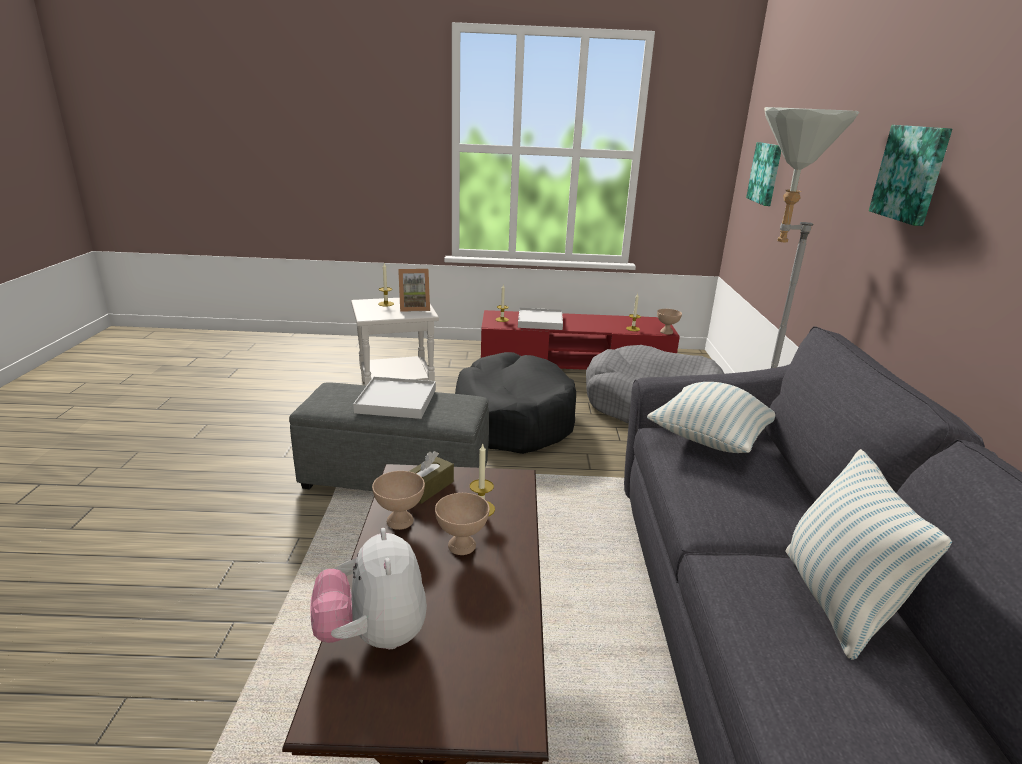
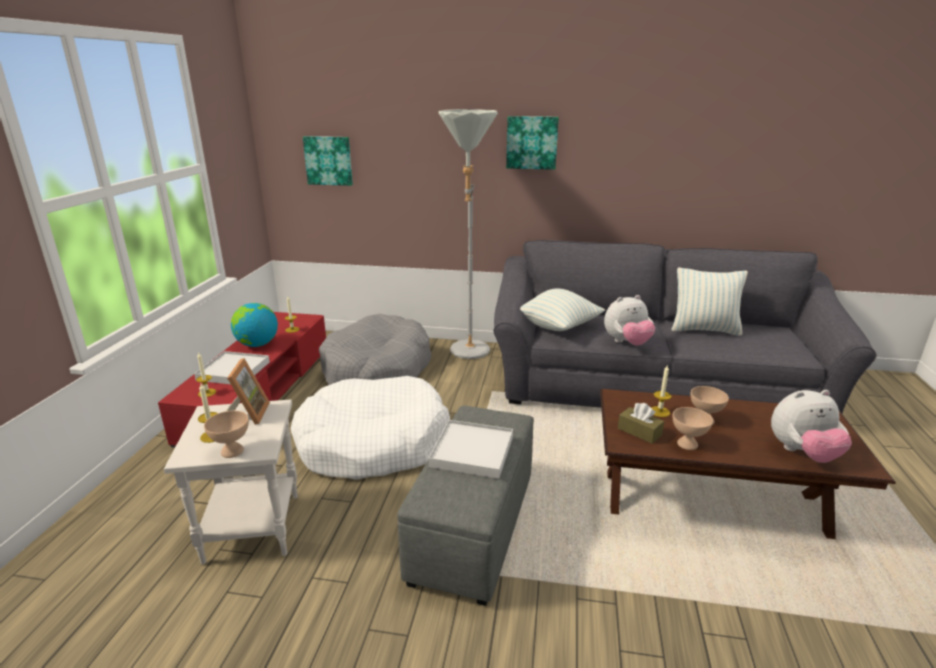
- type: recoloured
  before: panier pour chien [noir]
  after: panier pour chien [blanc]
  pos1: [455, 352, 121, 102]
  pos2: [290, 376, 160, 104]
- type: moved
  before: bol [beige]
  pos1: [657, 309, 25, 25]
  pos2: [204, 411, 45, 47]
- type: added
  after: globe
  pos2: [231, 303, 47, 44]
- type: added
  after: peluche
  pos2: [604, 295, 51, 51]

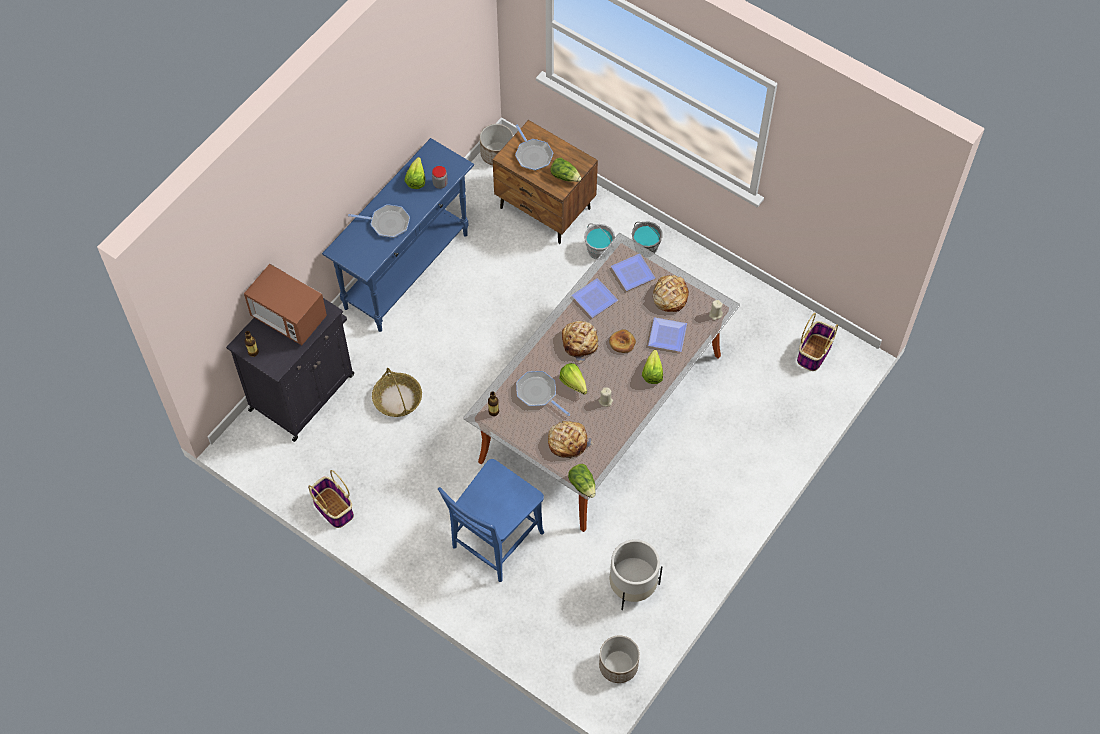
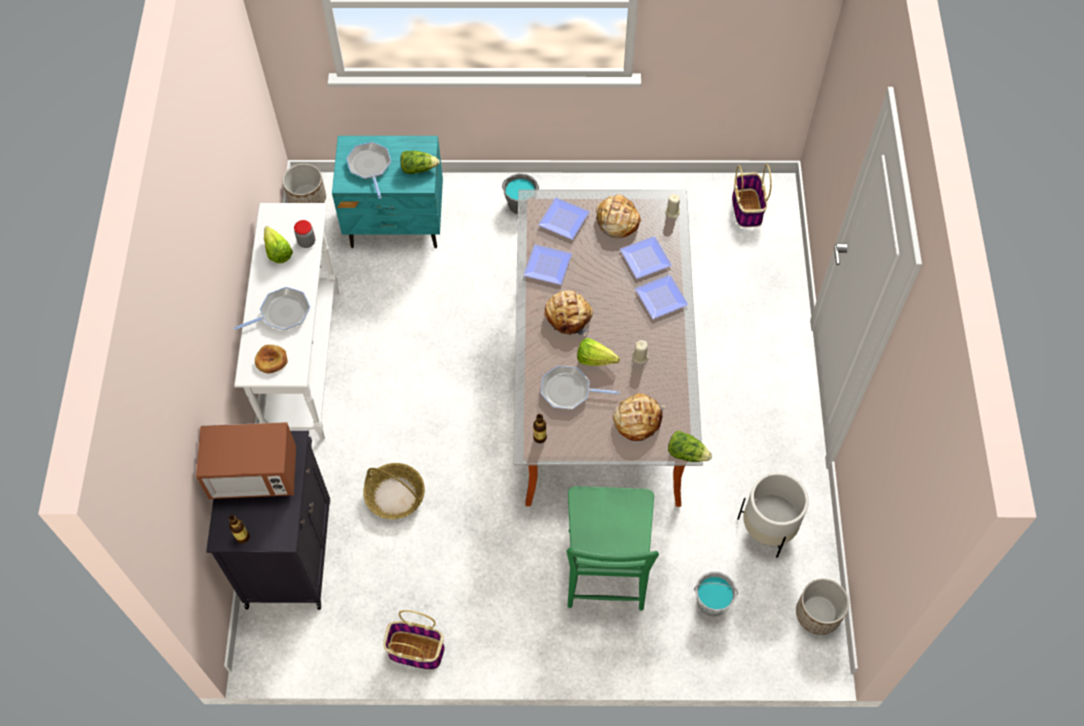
- type: recoloured
  before: table console [bleu]
  after: table console [blanc]
  pos1: [322, 138, 152, 194]
  pos2: [234, 203, 105, 237]
- type: recoloured
  before: chaise [bleu]
  after: chaise [vert]
  pos1: [438, 459, 106, 123]
  pos2: [567, 486, 92, 125]
- type: recoloured
  before: table de chevet [marron]
  after: table de chevet [turquoise]
  pos1: [493, 120, 105, 124]
  pos2: [332, 136, 111, 112]
- type: turned
  before: poêle
  pos1: [515, 125, 38, 46]
  pos2: [346, 142, 45, 57]
  turn: -135
- type: moved
  before: seau [gris]
  pos1: [584, 224, 31, 35]
  pos2: [694, 572, 44, 45]
- type: moved
  before: pain
  pos1: [609, 330, 27, 23]
  pos2: [255, 345, 32, 28]
- type: replaced
  before: laitue
  after: assiette
  pos1: [642, 350, 21, 34]
  pos2: [635, 274, 53, 45]

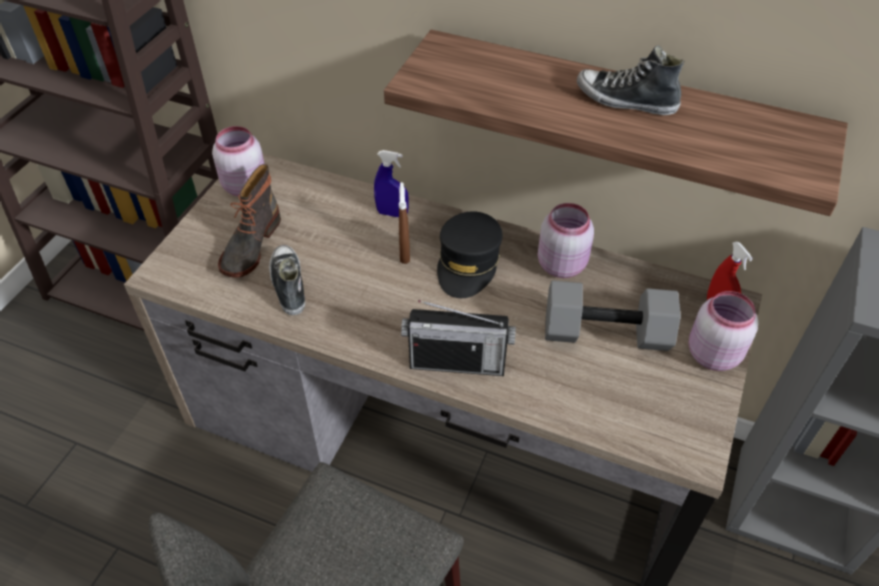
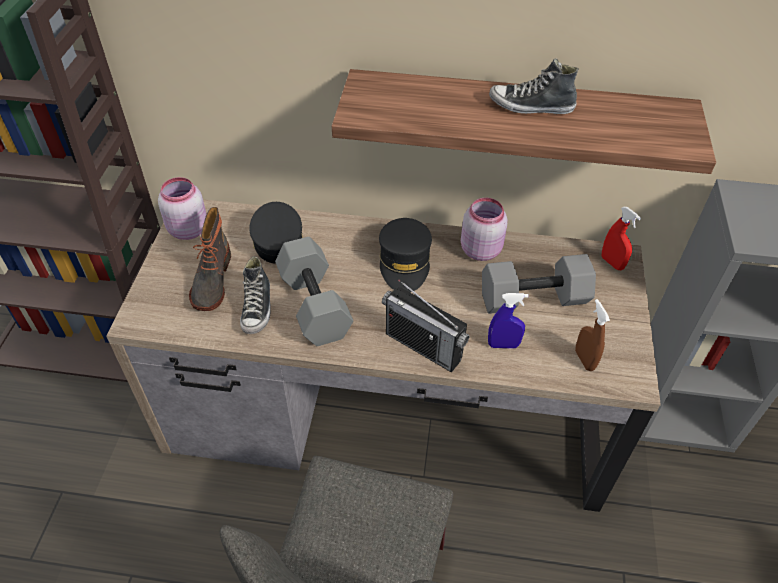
- type: turned
  before: chaussure
  pos1: [269, 245, 36, 70]
  pos2: [240, 256, 31, 78]
  turn: -150
- type: moved
  before: vaporisateur [bleu]
  pos1: [374, 150, 35, 68]
  pos2: [488, 293, 41, 56]
- type: moved
  before: vaporisateur [marron]
  pos1: [399, 182, 11, 82]
  pos2: [575, 299, 35, 72]
- type: turned
  before: radio
  pos1: [401, 300, 115, 76]
  pos2: [382, 280, 87, 92]
  turn: 45
- type: removed
  before: bocal [rose]
  pos1: [689, 291, 69, 80]
- type: added
  after: casquette [noir]
  pos2: [249, 202, 54, 62]
- type: added
  after: haltère [gris]
  pos2: [275, 237, 78, 109]

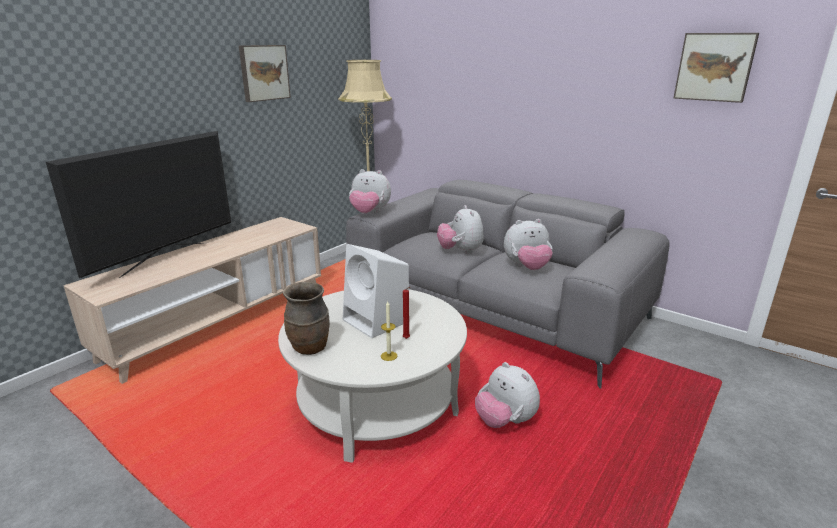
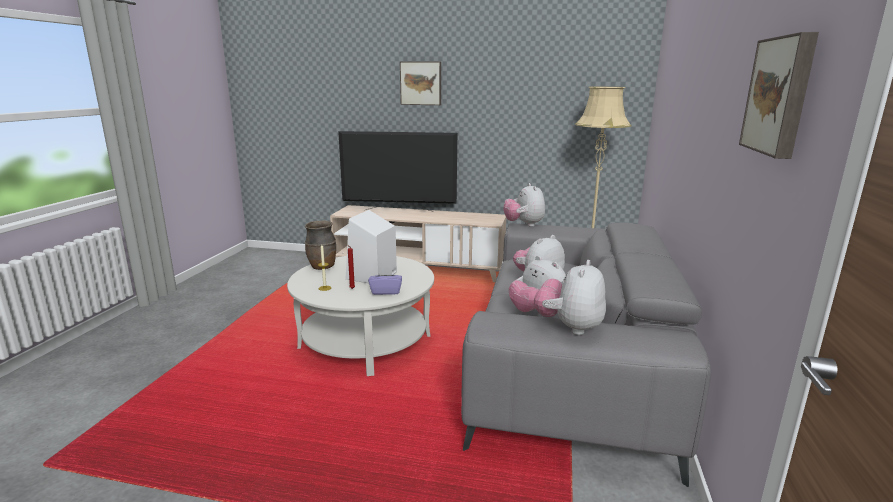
- type: moved
  before: tableau
  pos1: [239, 45, 52, 57]
  pos2: [400, 62, 41, 43]
- type: moved
  before: peluche
  pos1: [475, 362, 65, 66]
  pos2: [534, 260, 72, 75]
- type: added
  after: boîte à mouchoirs [violet]
  pos2: [368, 267, 34, 28]

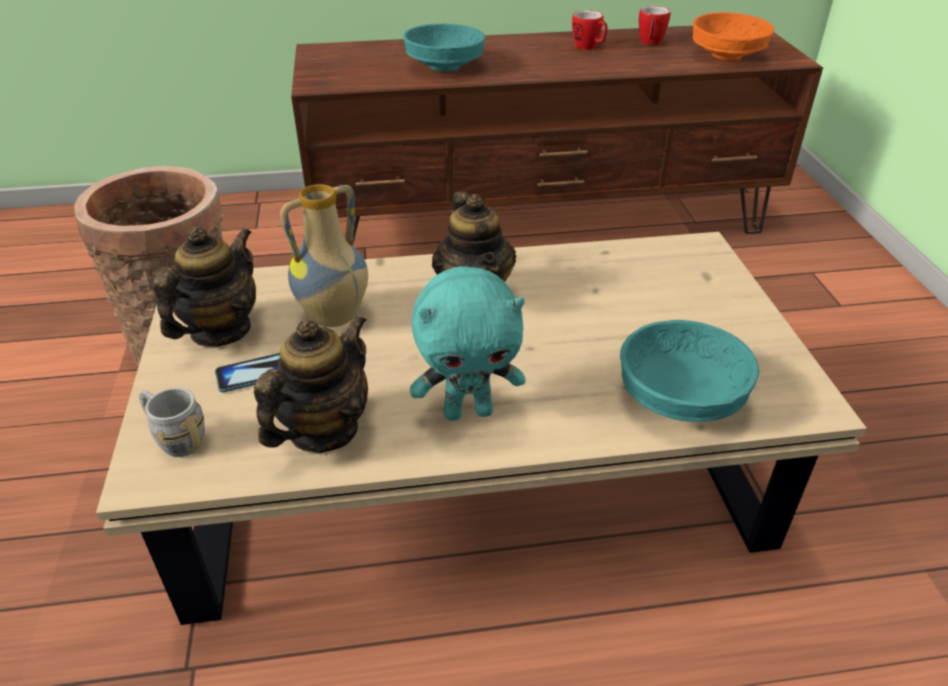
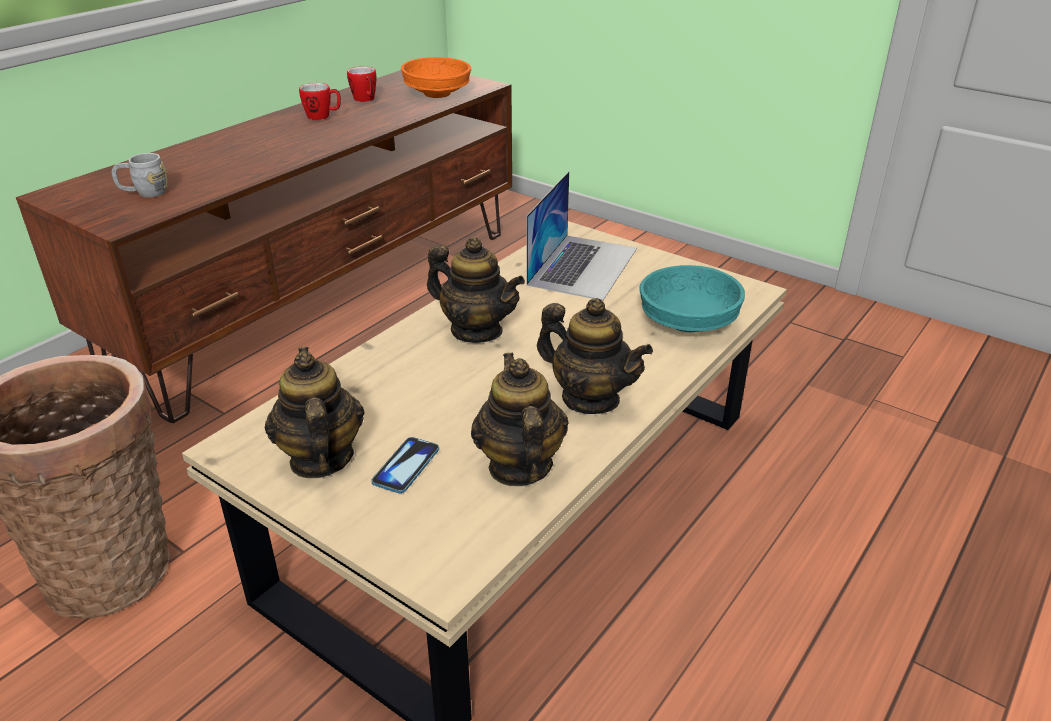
- type: moved
  before: mug [gris]
  pos1: [139, 387, 66, 70]
  pos2: [112, 153, 56, 45]
- type: removed
  before: vase
  pos1: [280, 184, 88, 143]
- type: removed
  before: bol [turquoise]
  pos1: [403, 23, 82, 49]
- type: replaced
  before: peluche [turquoise]
  after: théière
  pos1: [410, 266, 116, 155]
  pos2: [537, 298, 116, 116]
- type: added
  after: ordinateur portable
  pos2: [526, 171, 111, 130]

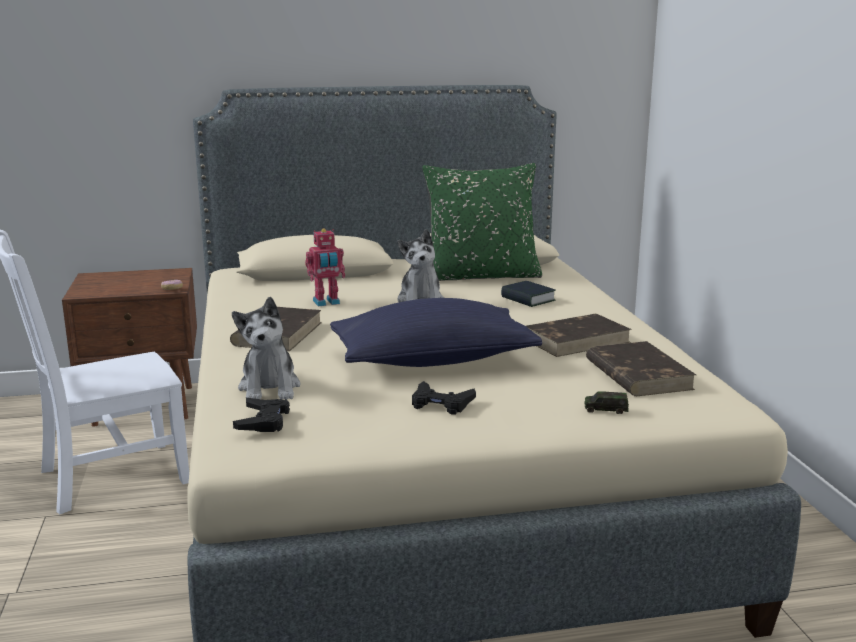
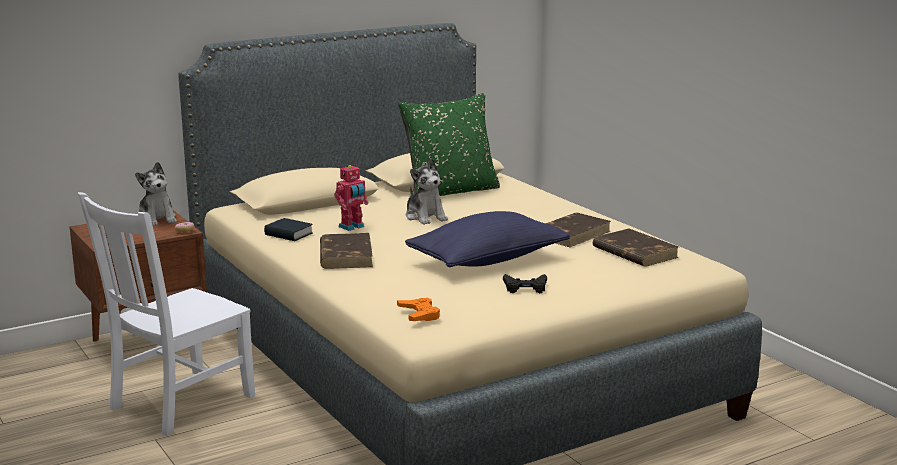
- type: moved
  before: peluche
  pos1: [232, 297, 69, 103]
  pos2: [135, 162, 42, 64]
- type: recoloured
  before: manette [noir]
  after: manette [orange]
  pos1: [233, 398, 57, 34]
  pos2: [397, 298, 43, 23]
- type: moved
  before: livre
  pos1: [501, 281, 55, 26]
  pos2: [264, 218, 49, 23]
- type: removed
  before: petite voiture
  pos1: [584, 391, 45, 23]

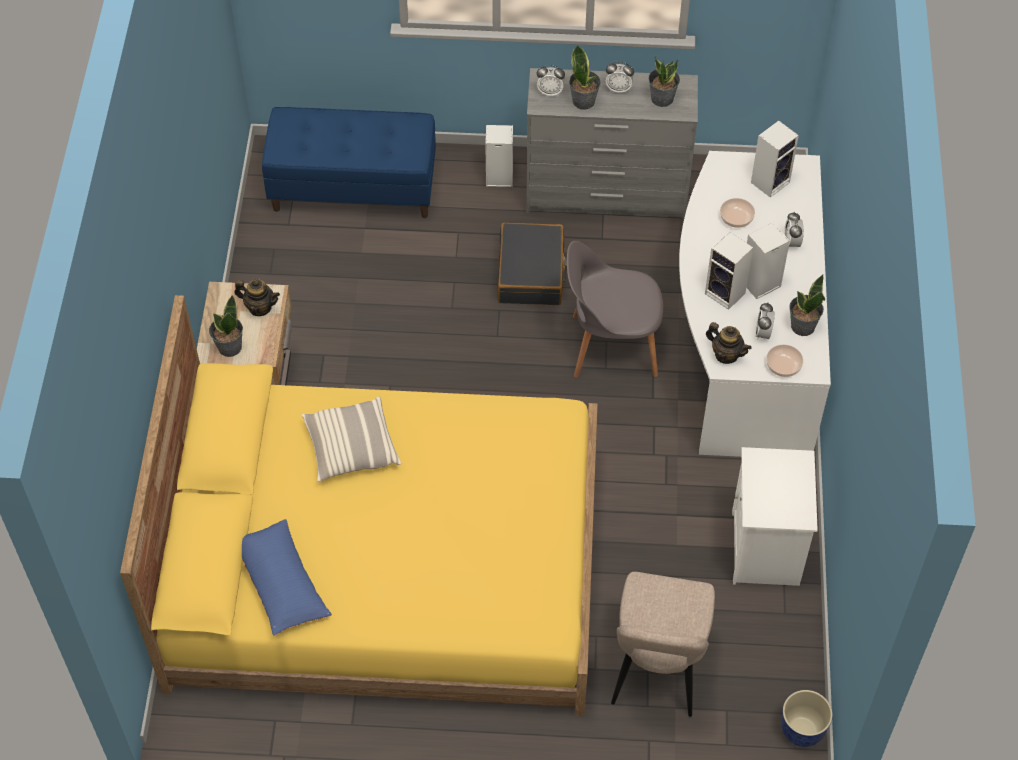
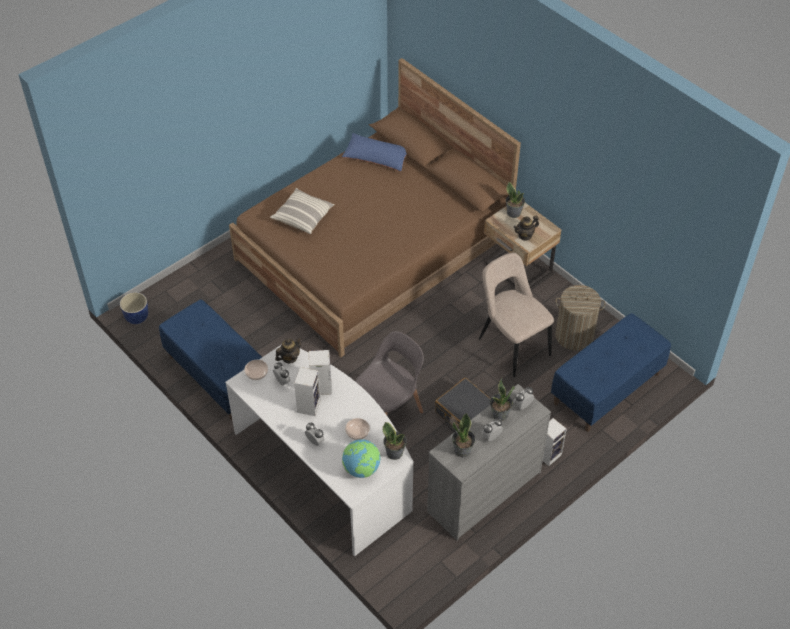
- type: recoloured
  before: lit [jaune]
  after: lit [marron]
  pos1: [120, 295, 478, 421]
  pos2: [229, 58, 292, 300]
- type: moved
  before: coussin
  pos1: [302, 397, 99, 85]
  pos2: [270, 188, 65, 46]
- type: moved
  before: chaise [beige]
  pos1: [611, 572, 104, 145]
  pos2: [479, 253, 75, 124]
- type: turned
  before: théière
  pos1: [706, 322, 46, 42]
  pos2: [275, 337, 27, 26]
  turn: 150
- type: replaced
  before: table de chevet [blanc]
  after: banc [bleu]
  pos1: [732, 447, 86, 139]
  pos2: [159, 299, 103, 122]
- type: replaced
  before: enceinte
  after: globe
  pos1: [751, 121, 48, 77]
  pos2: [342, 439, 38, 39]
- type: moved
  before: plante en pot
  pos1: [789, 274, 36, 62]
  pos2: [383, 422, 24, 38]
- type: added
  after: panier à linge
  pos2: [555, 285, 51, 66]

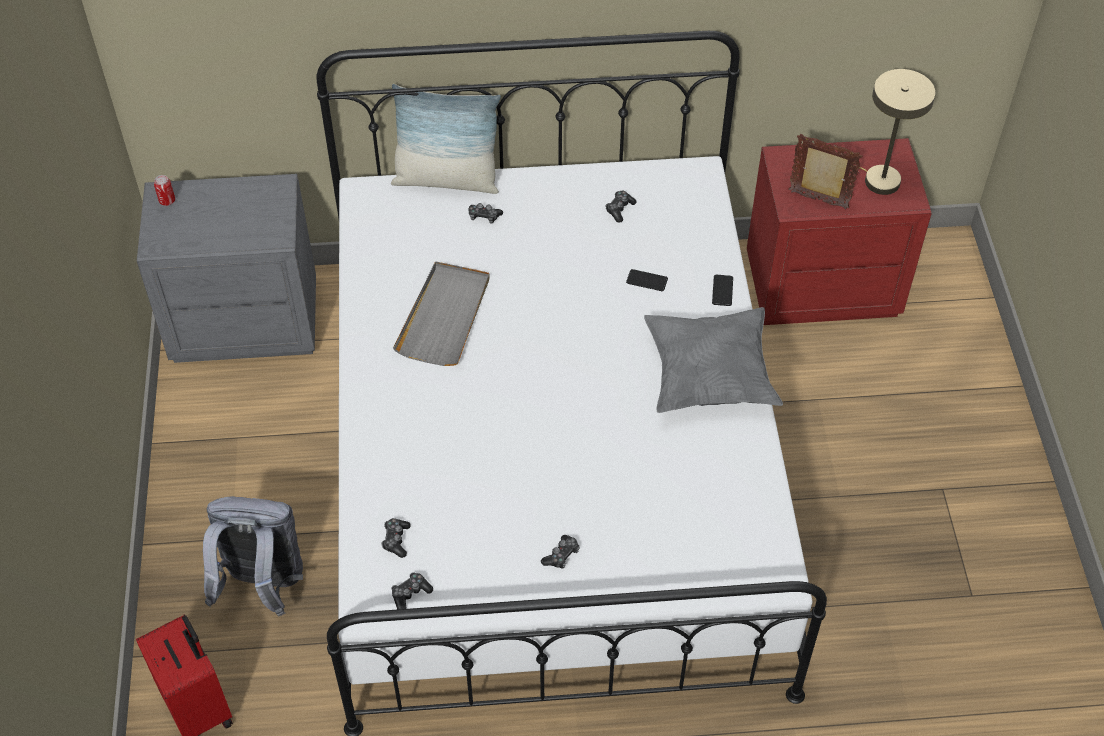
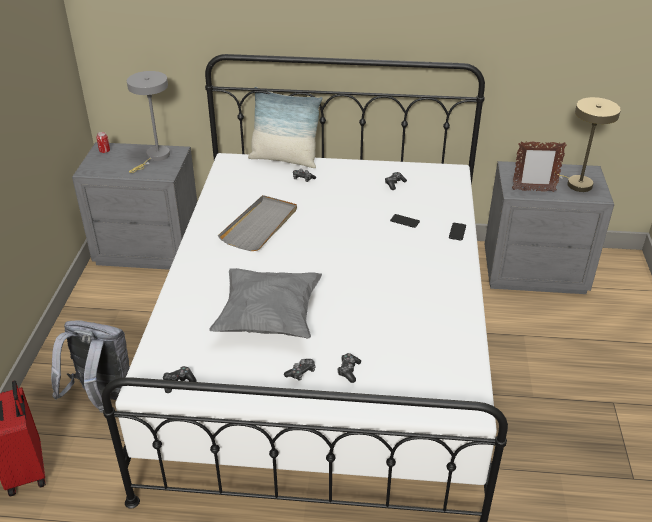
- type: moved
  before: manette
  pos1: [381, 518, 30, 40]
  pos2: [337, 353, 24, 30]
- type: moved
  before: coussin [gris]
  pos1: [644, 307, 139, 106]
  pos2: [209, 268, 113, 71]
- type: recoloured
  before: table de chevet [rouge]
  after: table de chevet [gris]
  pos1: [747, 138, 185, 187]
  pos2: [485, 161, 129, 133]
- type: turned
  before: cadre photo
  pos1: [789, 134, 73, 75]
  pos2: [512, 141, 55, 51]
  turn: 150
- type: added
  after: lampe de table [gris]
  pos2: [127, 71, 43, 102]

